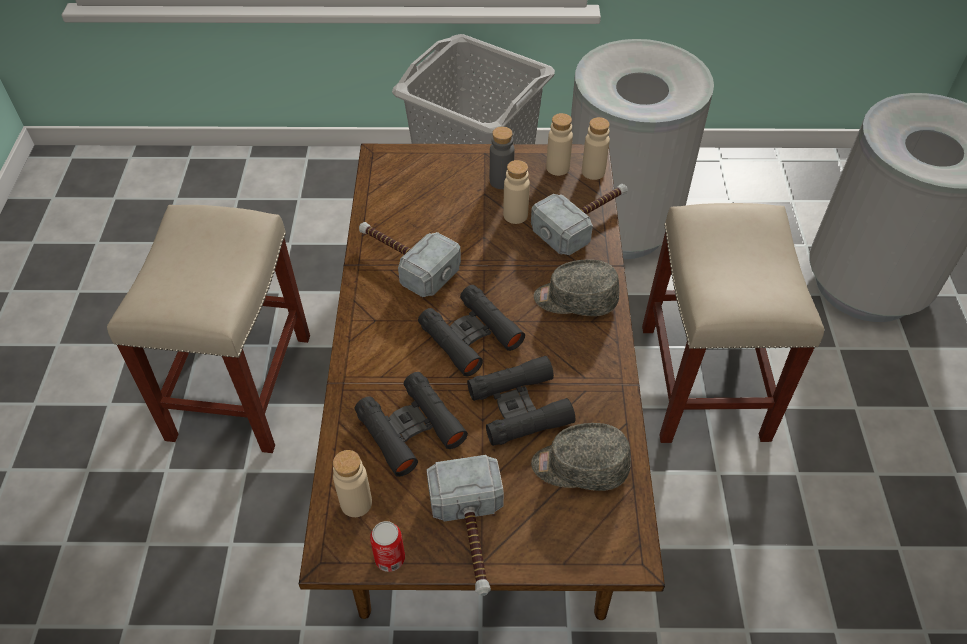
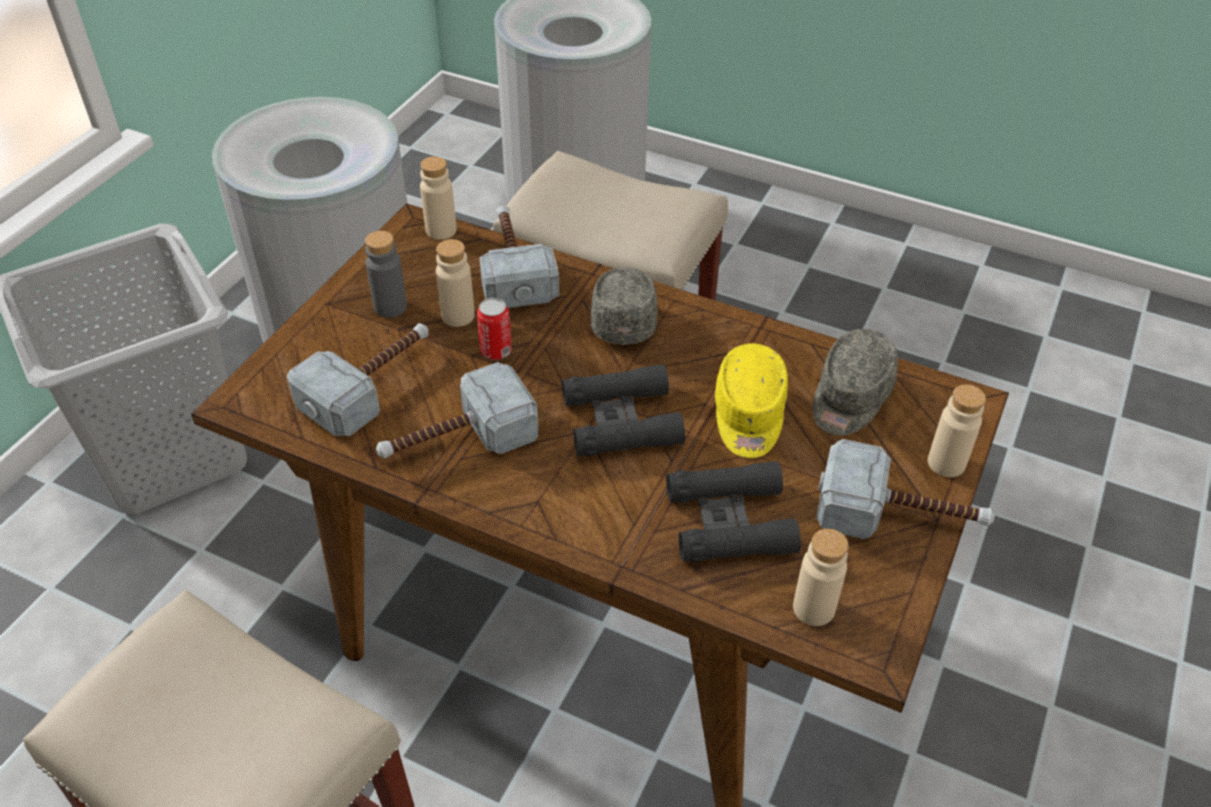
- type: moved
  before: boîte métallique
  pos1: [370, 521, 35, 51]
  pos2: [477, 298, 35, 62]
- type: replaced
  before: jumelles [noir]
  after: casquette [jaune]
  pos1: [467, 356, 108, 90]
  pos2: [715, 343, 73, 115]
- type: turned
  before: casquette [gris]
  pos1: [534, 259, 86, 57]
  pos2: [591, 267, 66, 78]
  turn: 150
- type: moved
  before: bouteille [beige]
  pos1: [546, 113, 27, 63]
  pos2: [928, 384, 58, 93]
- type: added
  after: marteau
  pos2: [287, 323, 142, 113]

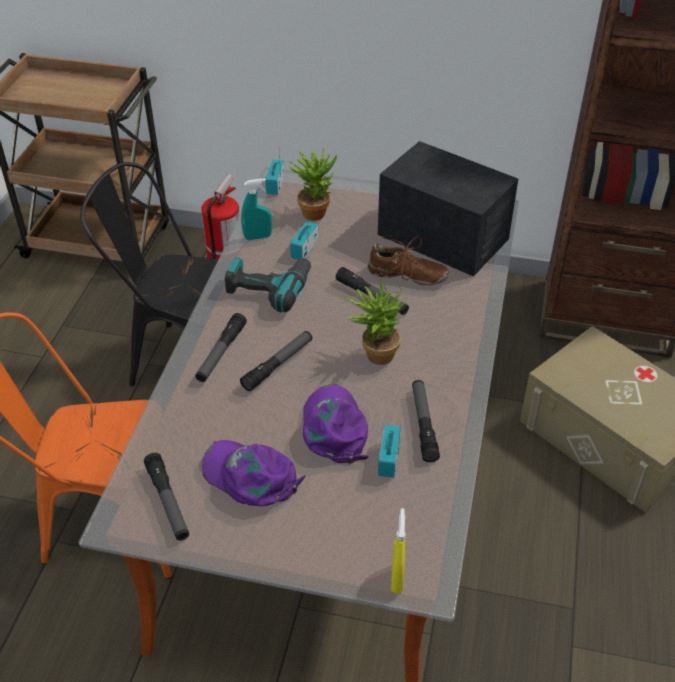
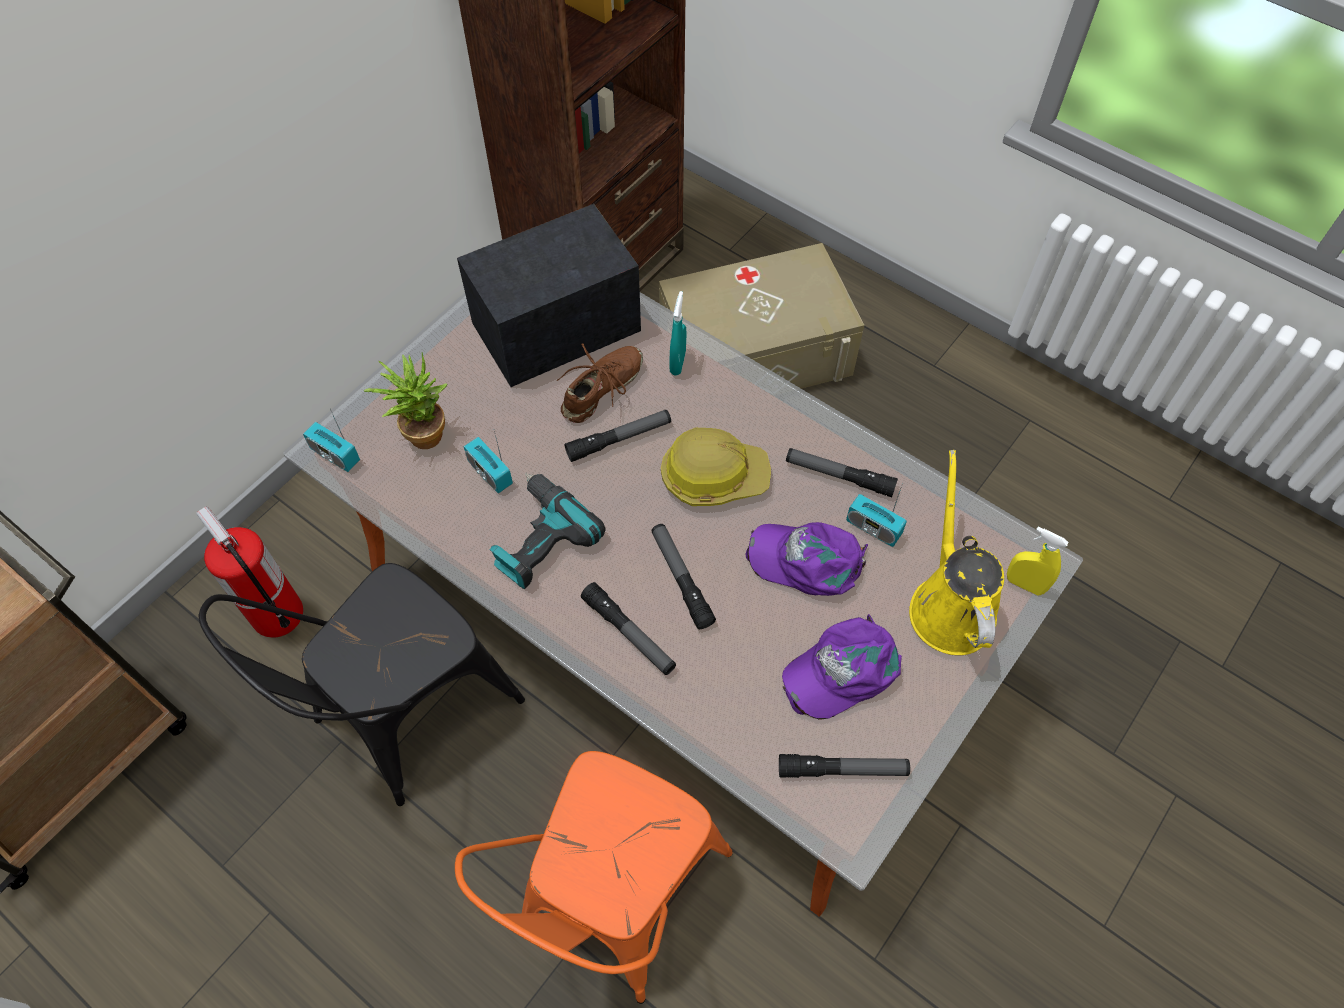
- type: moved
  before: vaporisateur [turquoise]
  pos1: [241, 178, 31, 62]
  pos2: [670, 291, 16, 84]
- type: replaced
  before: plante en pot
  after: casque de chantier
  pos1: [345, 278, 60, 87]
  pos2: [661, 428, 110, 78]
- type: added
  after: arrosoir [jaune]
  pos2: [909, 450, 95, 205]

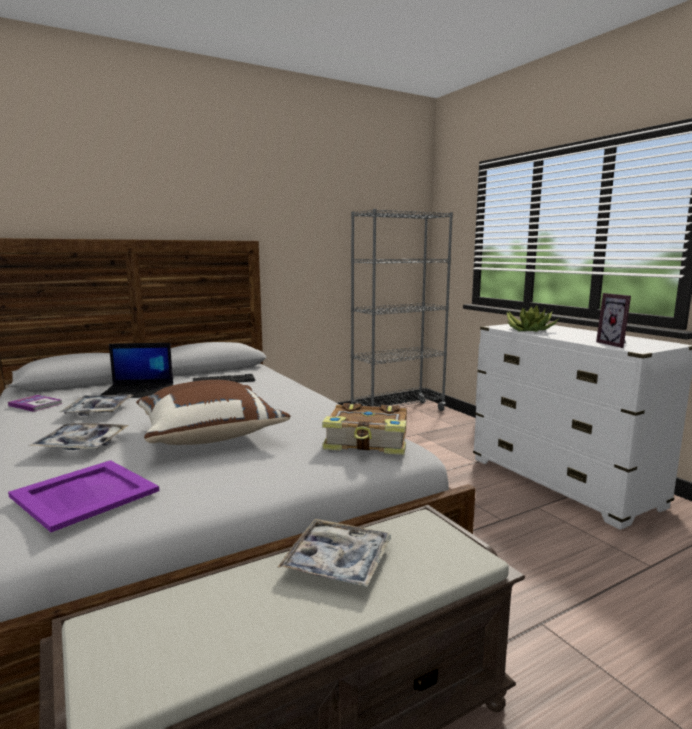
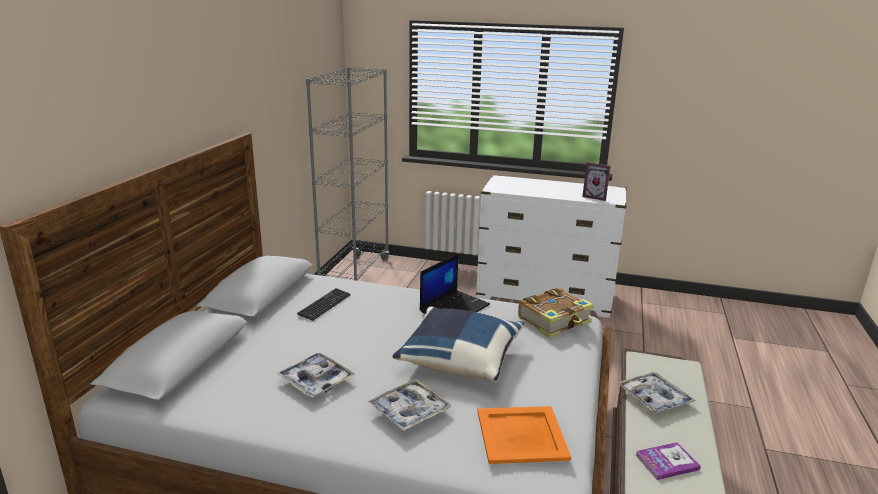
- type: moved
  before: livre
  pos1: [8, 395, 54, 17]
  pos2: [636, 442, 65, 38]
- type: recoloured
  before: plateau [violet]
  after: plateau [orange]
  pos1: [8, 460, 151, 72]
  pos2: [477, 406, 94, 58]
- type: moved
  before: ordinateur portable
  pos1: [100, 343, 73, 55]
  pos2: [420, 254, 70, 60]
- type: recoloured
  before: coussin [marron]
  after: coussin [bleu]
  pos1: [136, 380, 154, 65]
  pos2: [393, 307, 131, 76]
- type: removed
  before: plante en pot
  pos1: [507, 306, 51, 26]

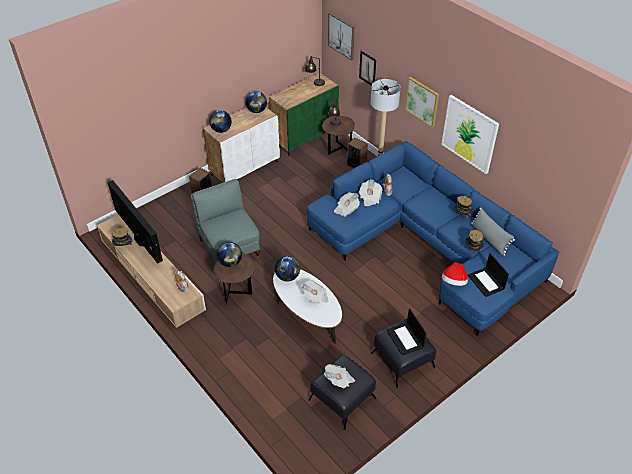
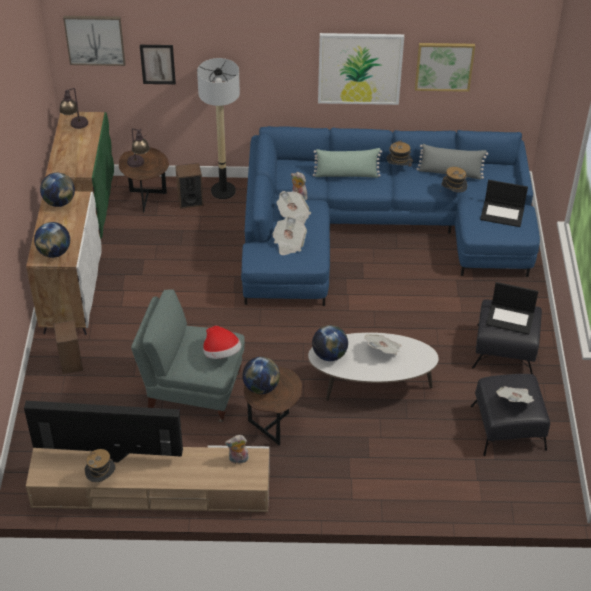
- type: moved
  before: tableau
  pos1: [405, 77, 34, 51]
  pos2: [415, 43, 60, 49]
- type: moved
  before: chapeau
  pos1: [442, 262, 26, 24]
  pos2: [203, 325, 38, 34]
- type: added
  after: coussin [vert]
  pos2: [313, 148, 69, 30]

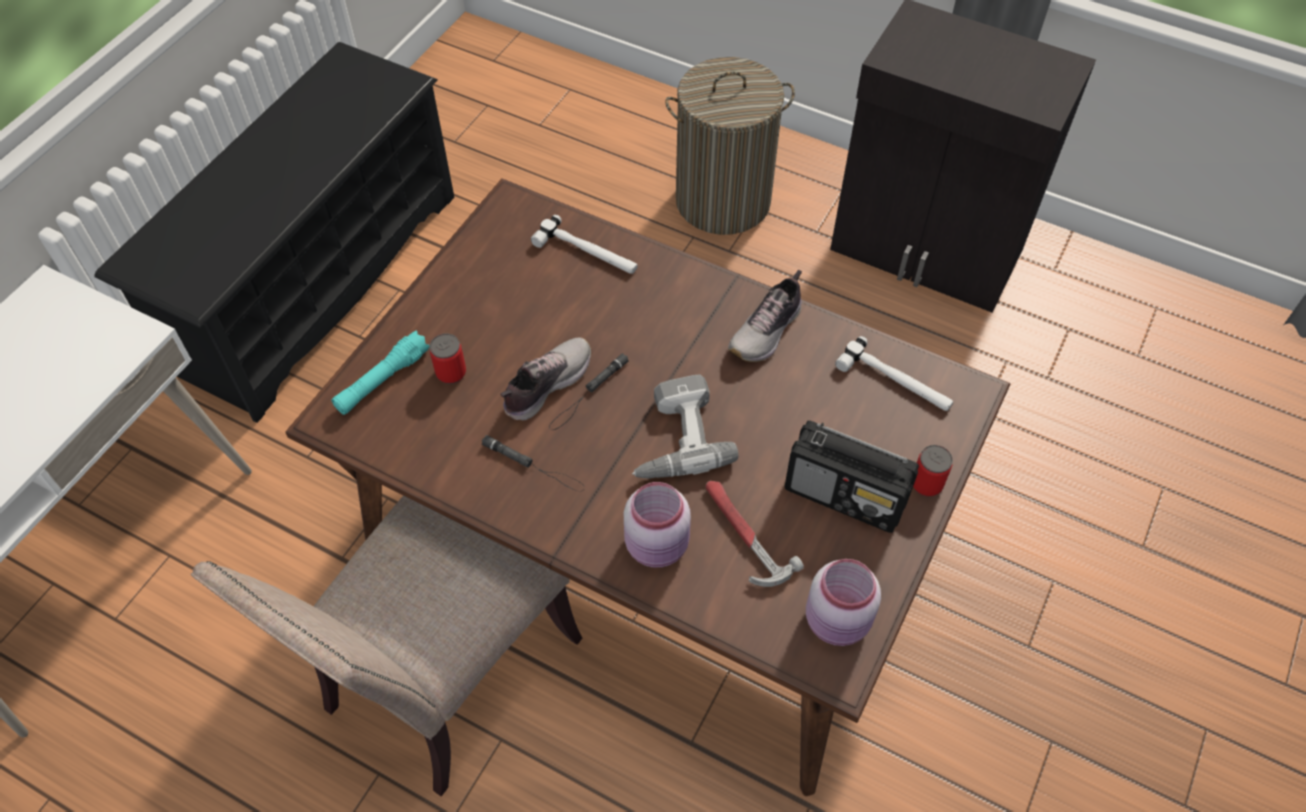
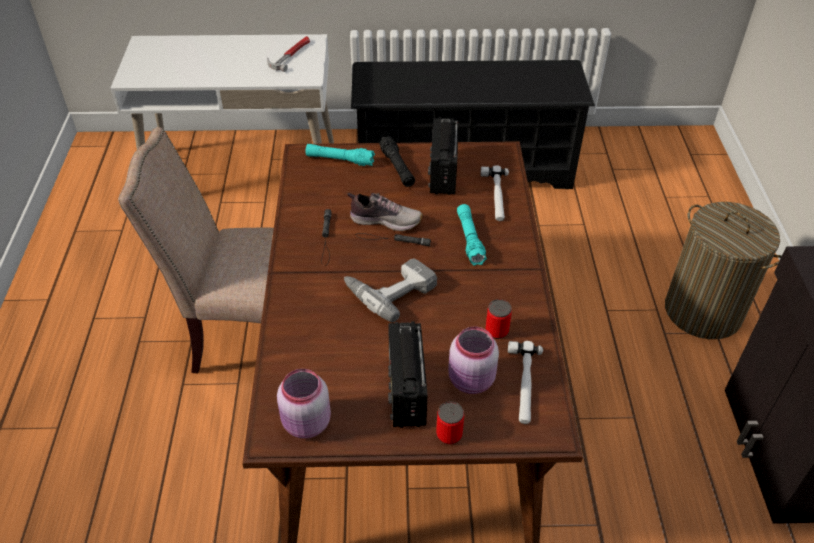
- type: moved
  before: boîte métallique
  pos1: [430, 333, 36, 51]
  pos2: [486, 299, 26, 40]
- type: moved
  before: bocal [rose]
  pos1: [624, 482, 67, 86]
  pos2: [448, 327, 51, 67]
- type: moved
  before: marteau
  pos1: [705, 481, 99, 106]
  pos2: [267, 36, 43, 36]
- type: removed
  before: chaussure
  pos1: [728, 270, 74, 92]
- type: added
  after: lampe de poche [noir]
  pos2: [379, 136, 36, 51]
- type: added
  after: radio
  pos2: [428, 118, 30, 77]
- type: added
  after: lampe de poche [turquoise]
  pos2: [457, 204, 30, 62]

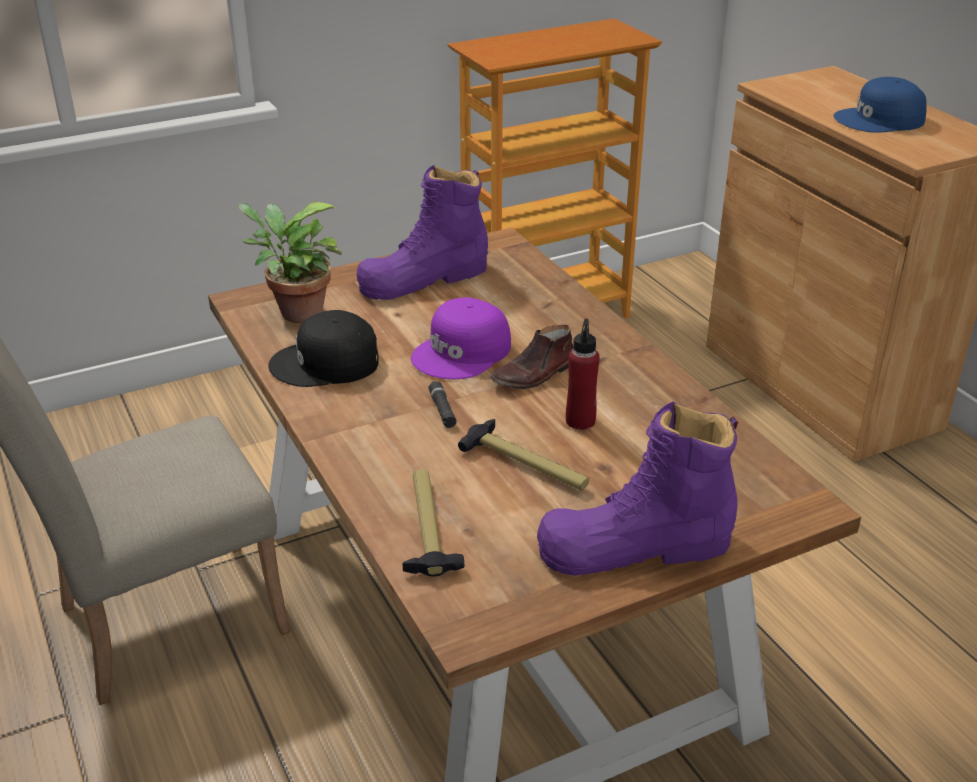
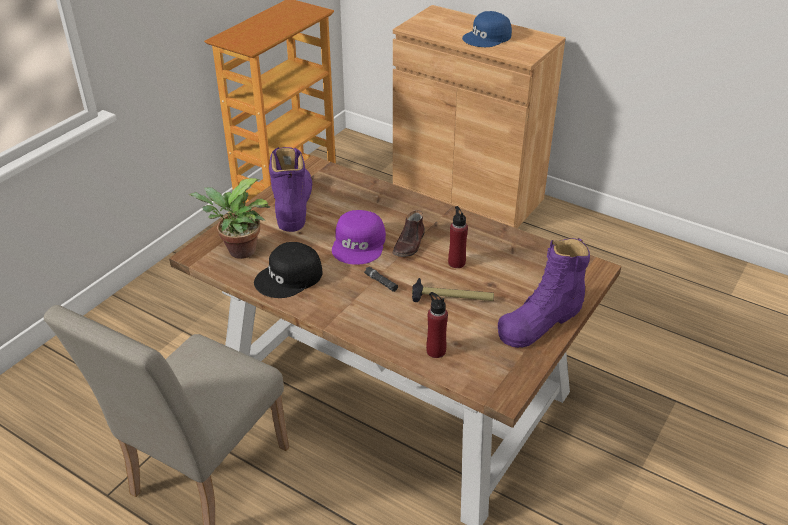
- type: turned
  before: botte [violet]
  pos1: [357, 165, 131, 135]
  pos2: [269, 147, 43, 85]
  turn: 150
- type: replaced
  before: marteau
  after: bouteille [rouge]
  pos1: [402, 470, 62, 107]
  pos2: [426, 292, 22, 66]

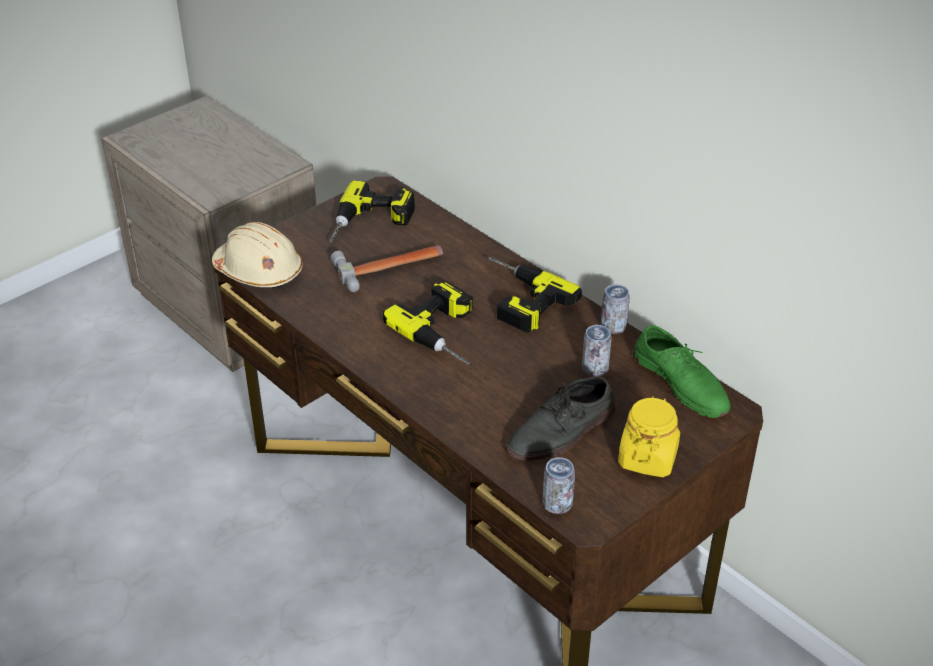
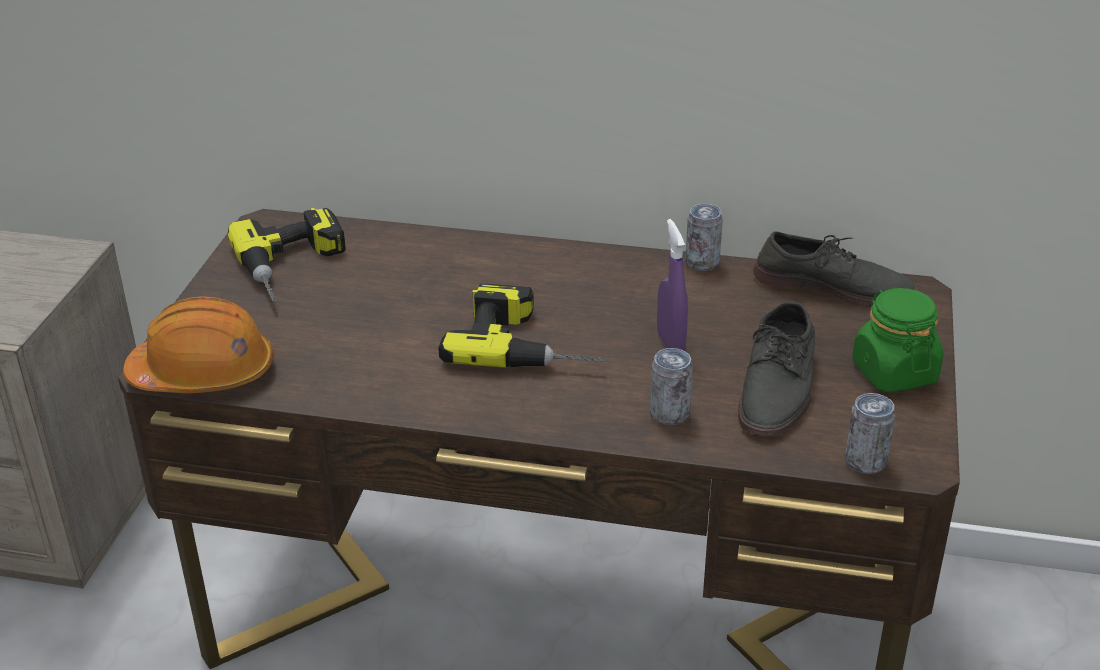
- type: recoloured
  before: casque de chantier [beige]
  after: casque de chantier [orange]
  pos1: [212, 222, 91, 66]
  pos2: [123, 296, 150, 97]
- type: removed
  before: marteau
  pos1: [331, 245, 112, 47]
- type: removed
  before: perceuse
  pos1: [488, 256, 94, 77]
- type: moved
  before: boîte métallique
  pos1: [582, 325, 30, 51]
  pos2: [650, 348, 43, 77]
- type: recoloured
  before: bocal [jaune]
  after: bocal [vert]
  pos1: [618, 396, 62, 81]
  pos2: [852, 287, 91, 105]
- type: recoloured
  before: chaussure [vert]
  after: chaussure [gris]
  pos1: [633, 325, 98, 93]
  pos2: [753, 231, 165, 76]
- type: added
  after: vaporisateur [violet]
  pos2: [657, 219, 31, 132]

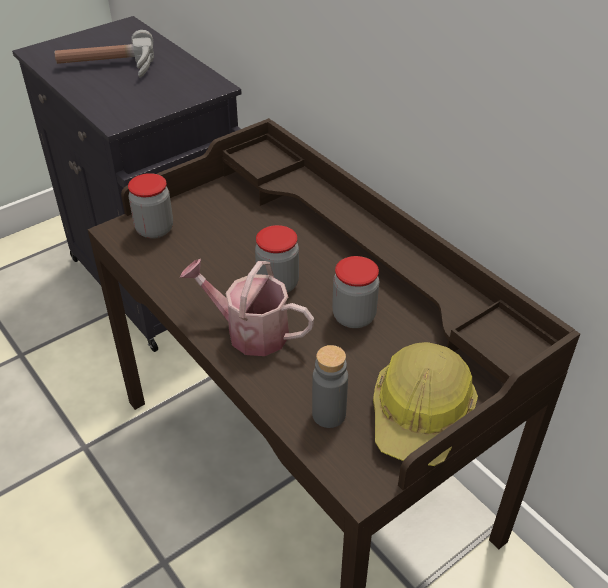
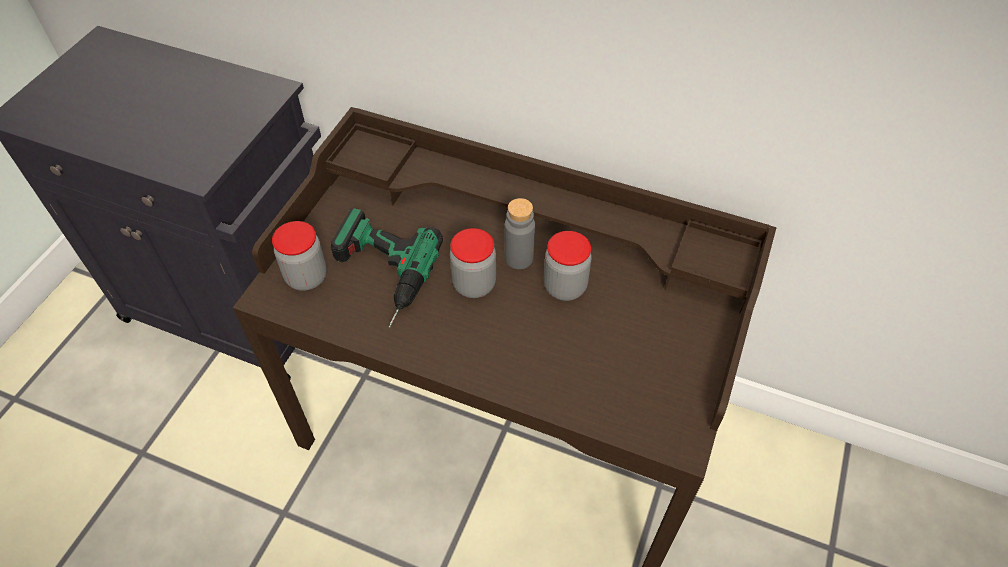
- type: removed
  before: marteau
  pos1: [55, 30, 99, 48]
- type: removed
  before: arrosoir
  pos1: [179, 259, 135, 97]
- type: moved
  before: bouteille [gris]
  pos1: [312, 345, 36, 83]
  pos2: [505, 198, 30, 71]
- type: removed
  before: casque de chantier
  pos1: [373, 342, 105, 124]
- type: added
  after: perceuse
  pos2: [331, 208, 112, 120]

